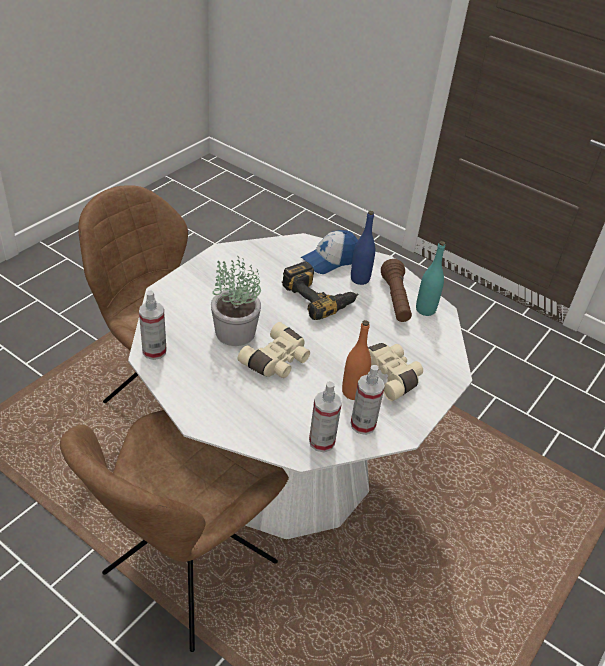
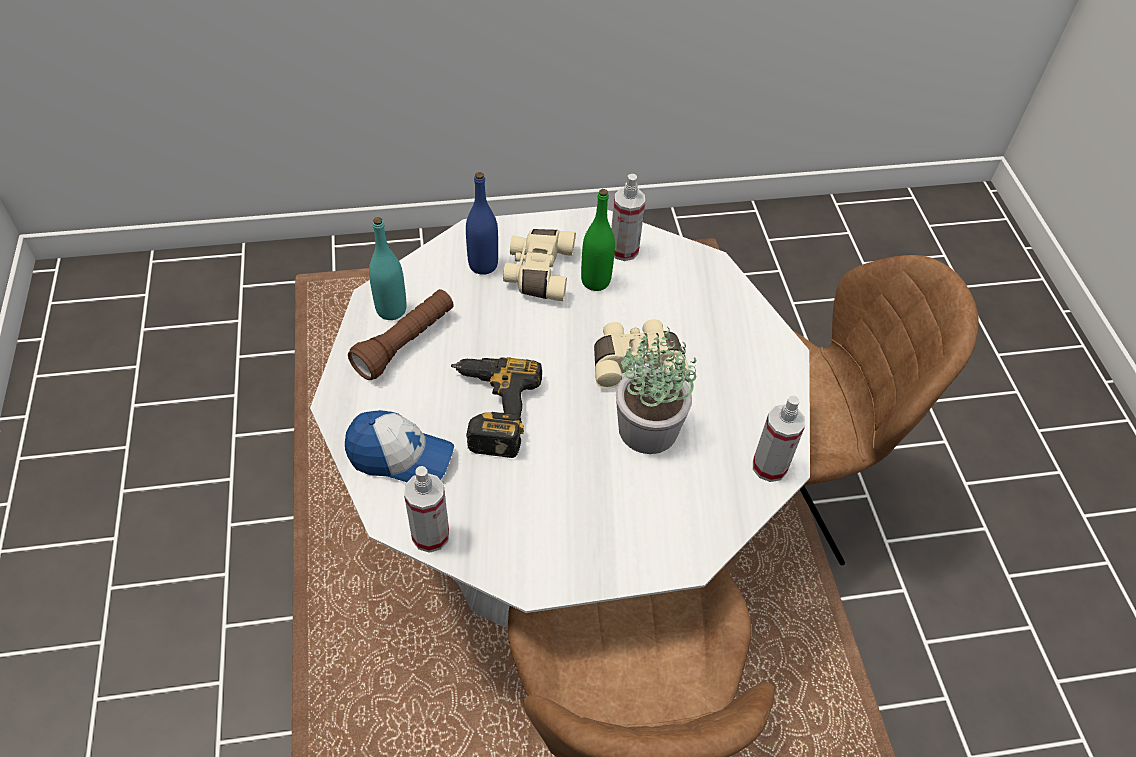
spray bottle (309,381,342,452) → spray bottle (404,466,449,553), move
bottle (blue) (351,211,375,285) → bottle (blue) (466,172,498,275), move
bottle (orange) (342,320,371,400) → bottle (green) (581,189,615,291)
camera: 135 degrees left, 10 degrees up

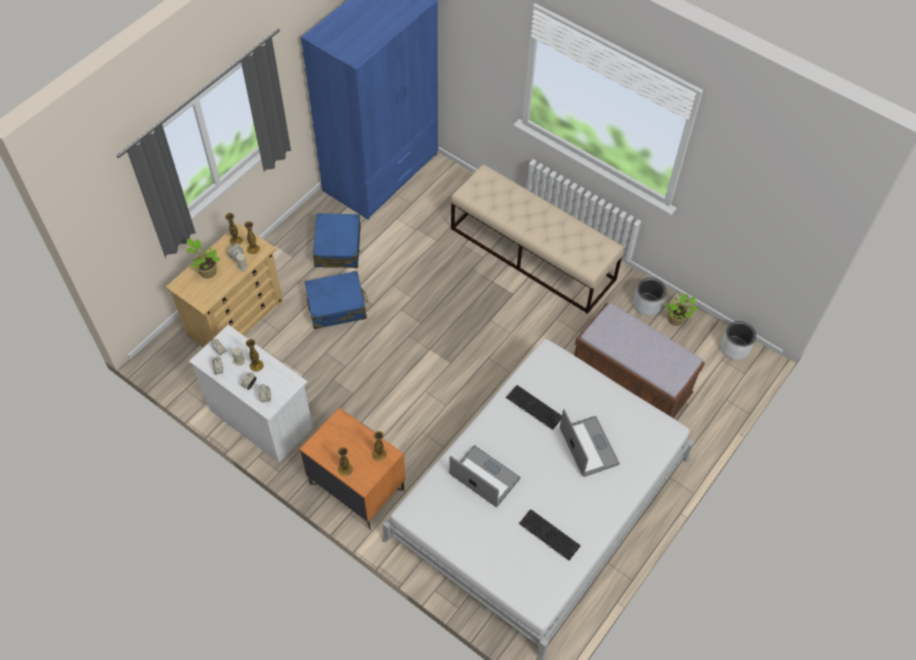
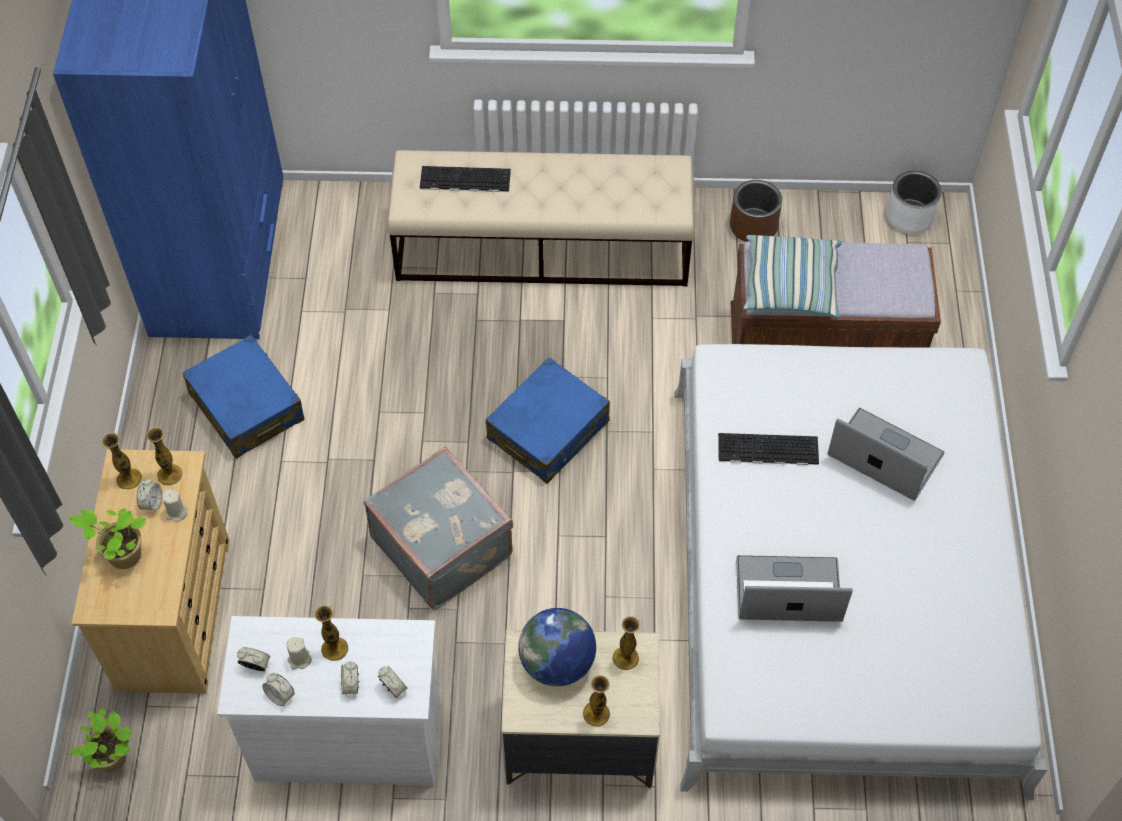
- → suitcase (grey) (364,447,513,610)
- → globe (518,608,596,687)
- → pillow (744,235,842,318)
suitcase (blue) (305,271,368,329) → suitcase (blue) (486,357,610,484), move
keyboard (519,509,581,561) → keyboard (420,166,511,192), move
potted plant (664,292,698,326) → potted plant (69,708,132,772), move
nightstand (orange) (300,407,405,530) → nightstand (beige) (501,629,660,788)
planter (grey) (633,278,666,316) → planter (brown) (730,180,782,242)
camera: 35 degrees left, 0 degrees up

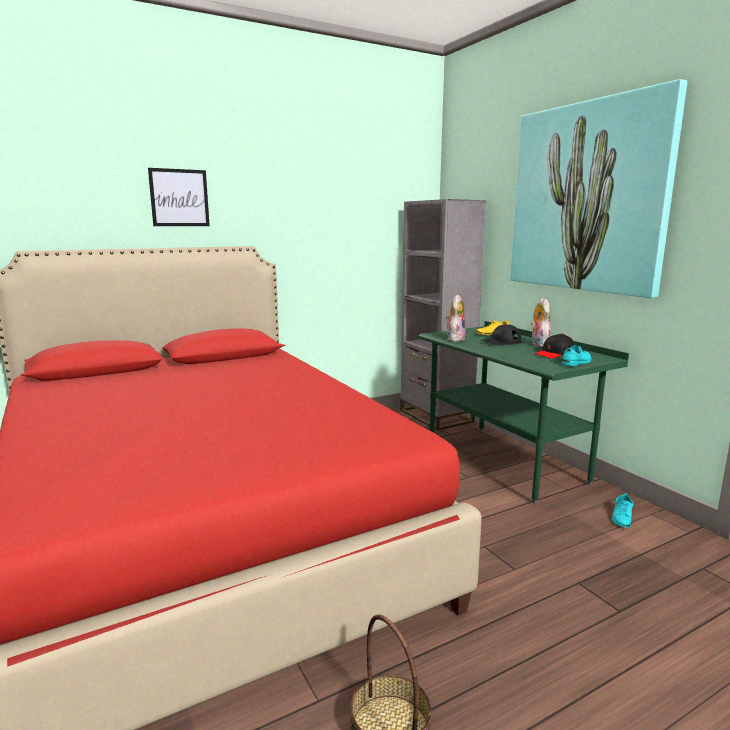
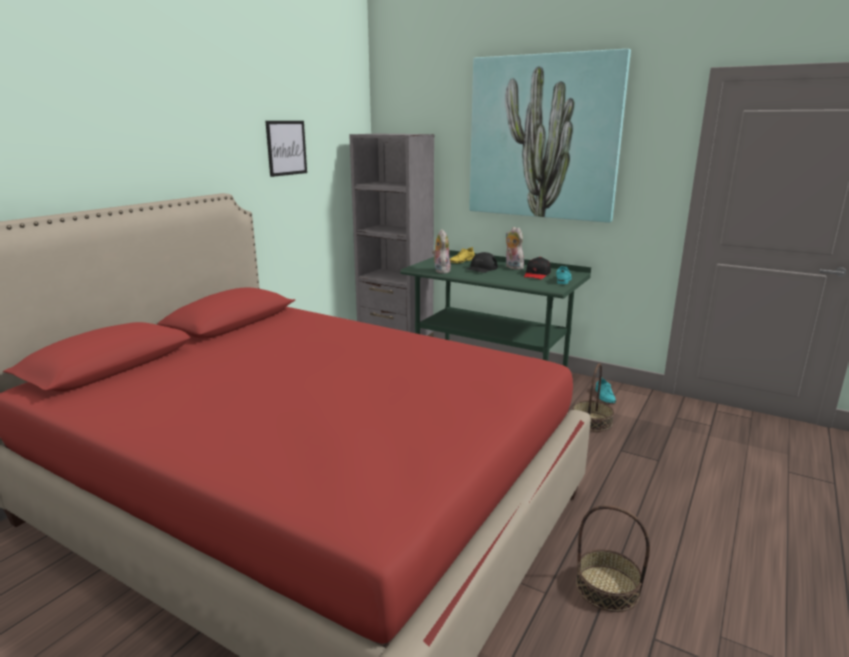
- → basket (573,363,614,432)
picture (148,168,210,226) → picture (266,121,307,177), move
camera: 30 degrees left, 5 degrees up

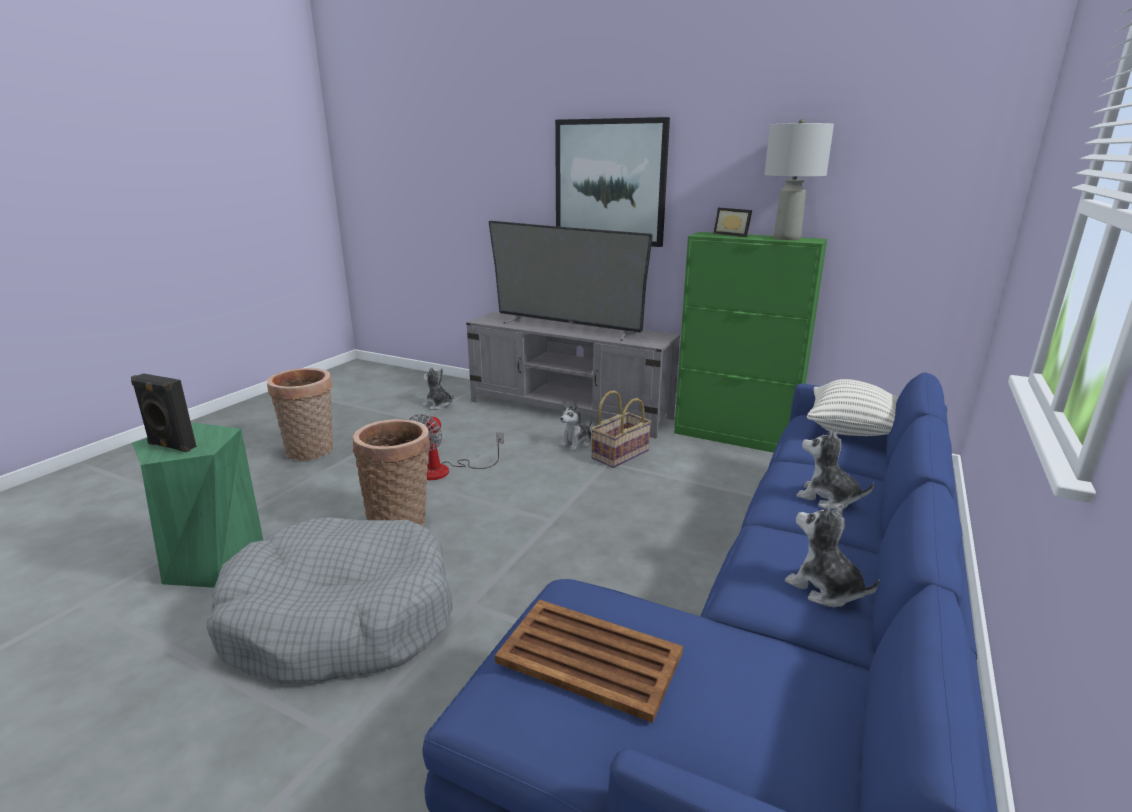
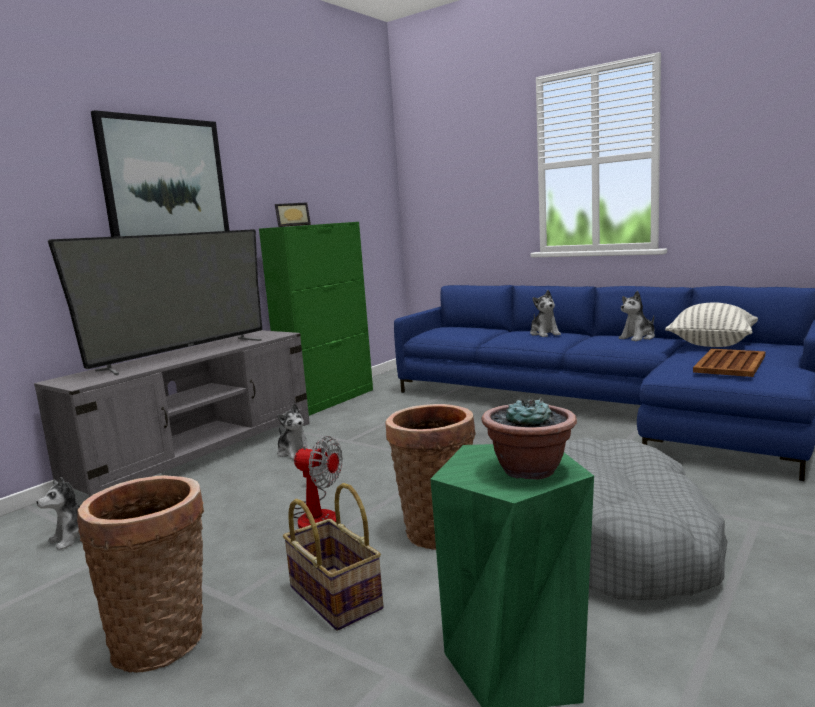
table lamp (grey) (764,119,834,240) → -
basket (591,390,651,468) → basket (283,483,384,631), move
pillow (807,379,899,436) → pillow (665,302,758,347), move
speaker (black) (131,373,197,452) → potted plant (481,395,577,480)
plush toy (796,430,874,510) → plush toy (530,290,561,337), 60 degrees counterclockwise
camera: 80 degrees left, 10 degrees down

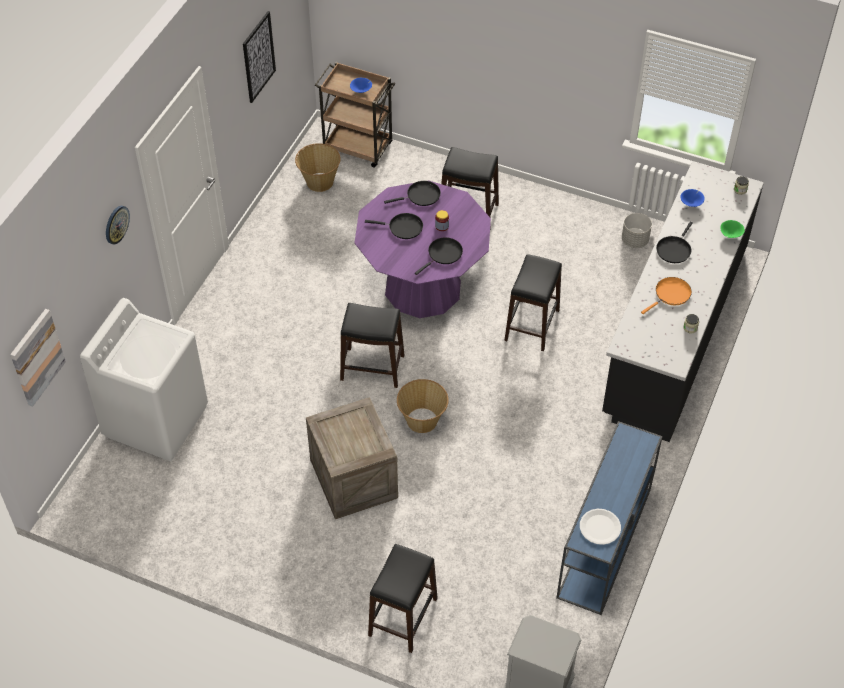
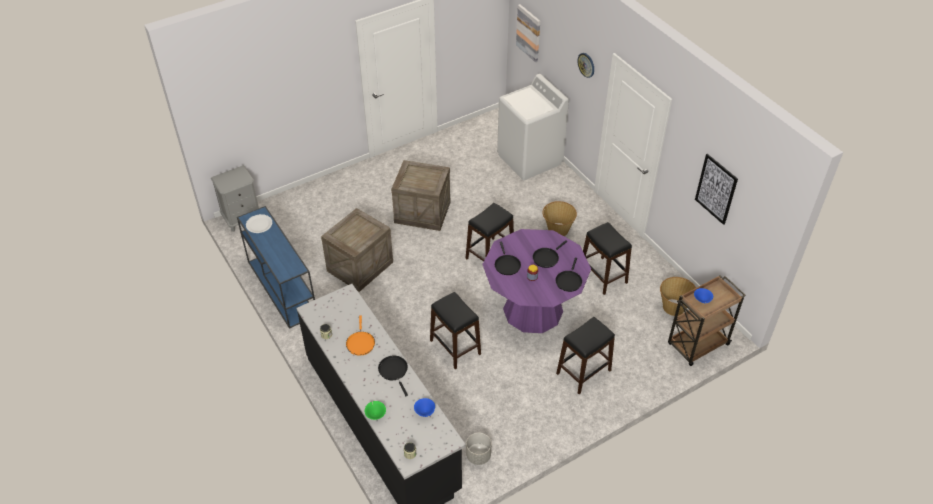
- → crate (321,208,393,292)
stool (black) (368,544,438,653) → stool (black) (583,222,632,295), move
basket (397,379,449,433) → basket (542,201,577,236), move
camera: 125 degrees right, 5 degrees down

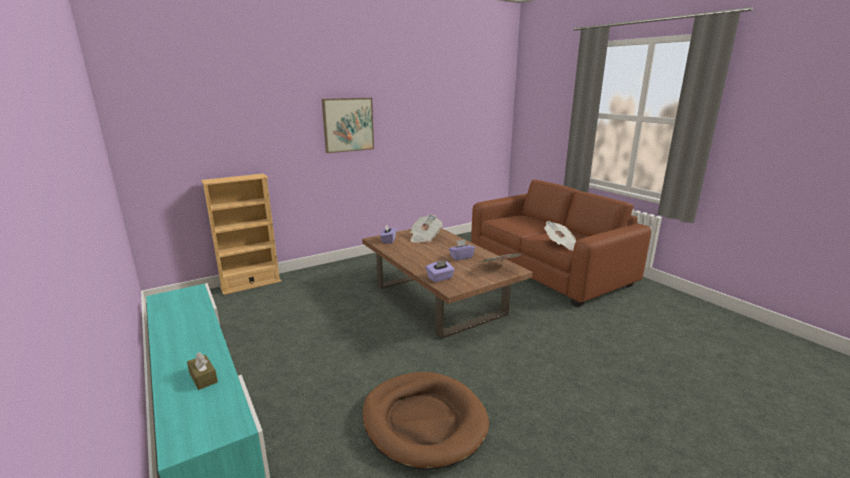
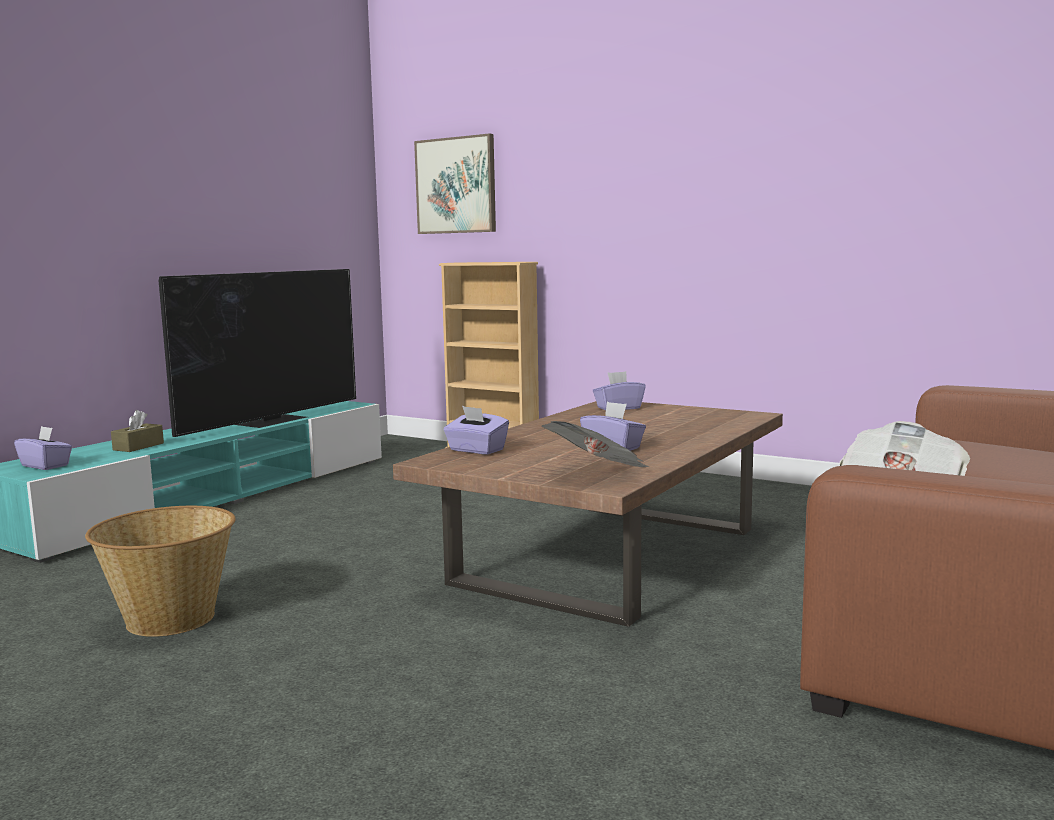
newspaper (410,215,443,243) → -
- → tissue box (purple) (14,426,72,470)
- → television (159,269,356,437)
picture (322,98,374,153) → picture (414,134,496,234), move
dog bed (brown) (362,372,489,469) → basket (85,506,236,637)
camera: 65 degrees right, 10 degrees down

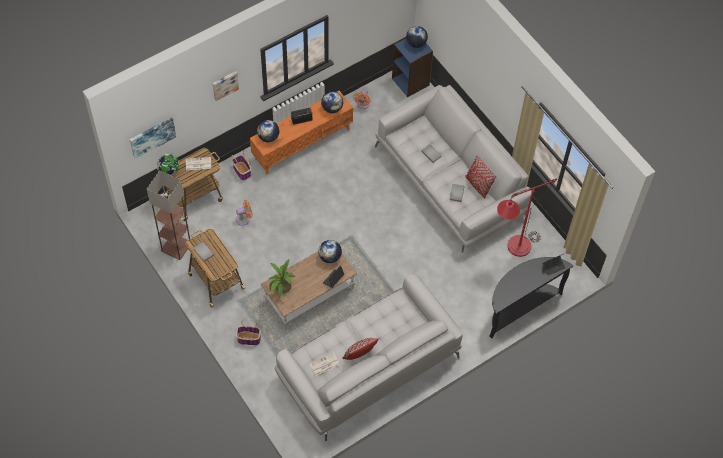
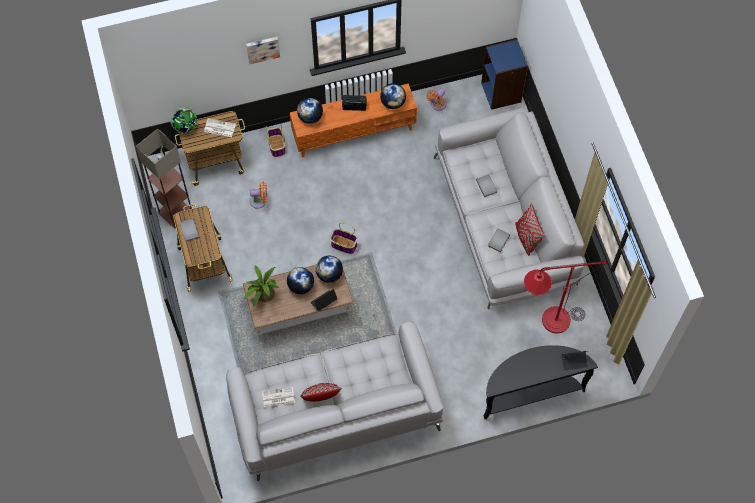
picture (130,118,176,159) → -
basket (236,319,261,345) → basket (330,223,358,254), move
globe (406,26,428,48) → globe (287,267,314,294), move
camera: 20 degrees right, 5 degrees up

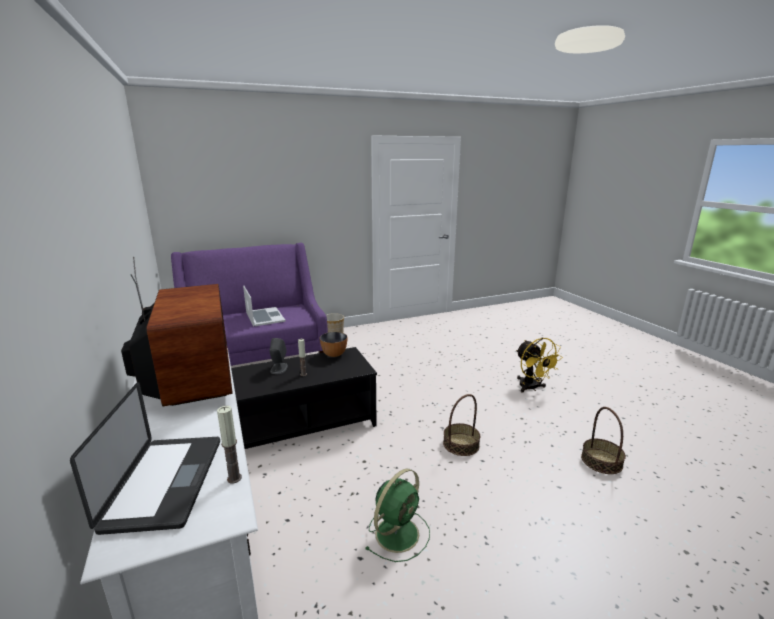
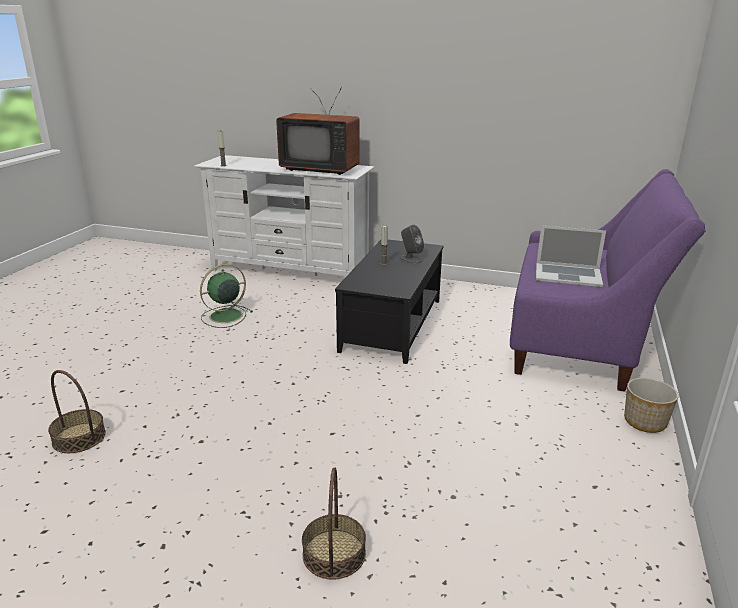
laptop (70,382,220,535) → -
bowl (320,332,347,357) → -
fan (yellow) (516,338,563,393) → -
basket (443,394,480,456) → basket (302,467,366,580), move
fan (green) (366,469,430,562) → fan (green) (200,264,253,328), 60 degrees clockwise
camera: 130 degrees right, 5 degrees up

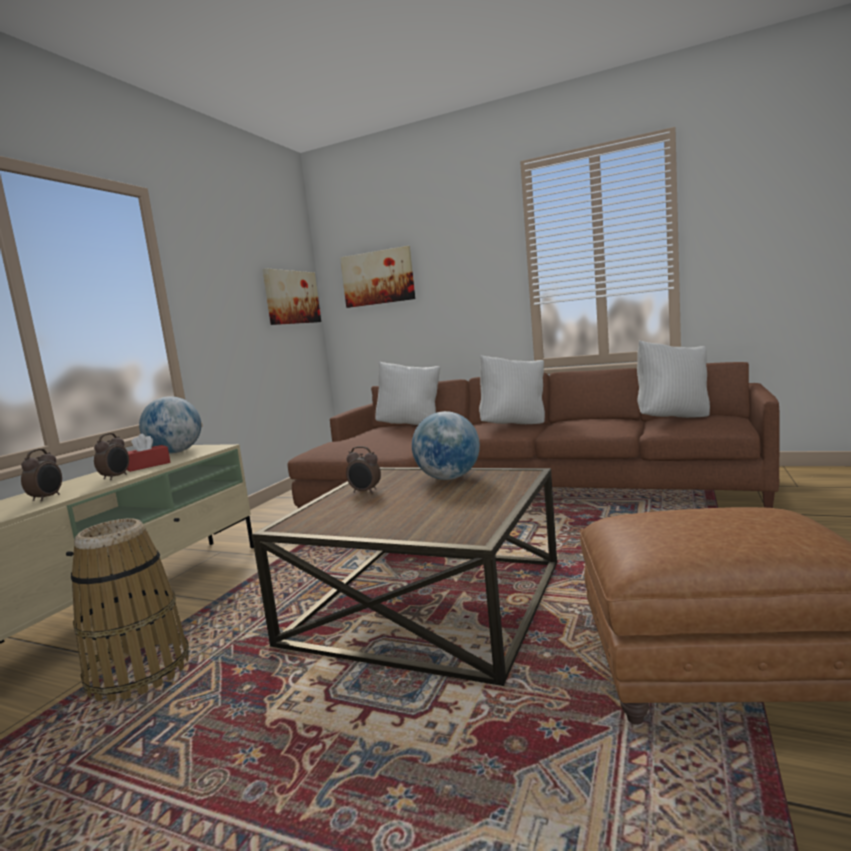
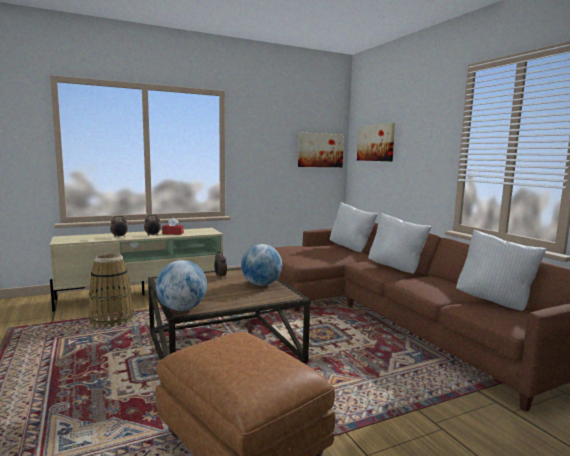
globe (139,396,201,453) → globe (156,260,207,311), move
camera: 40 degrees right, 0 degrees up

